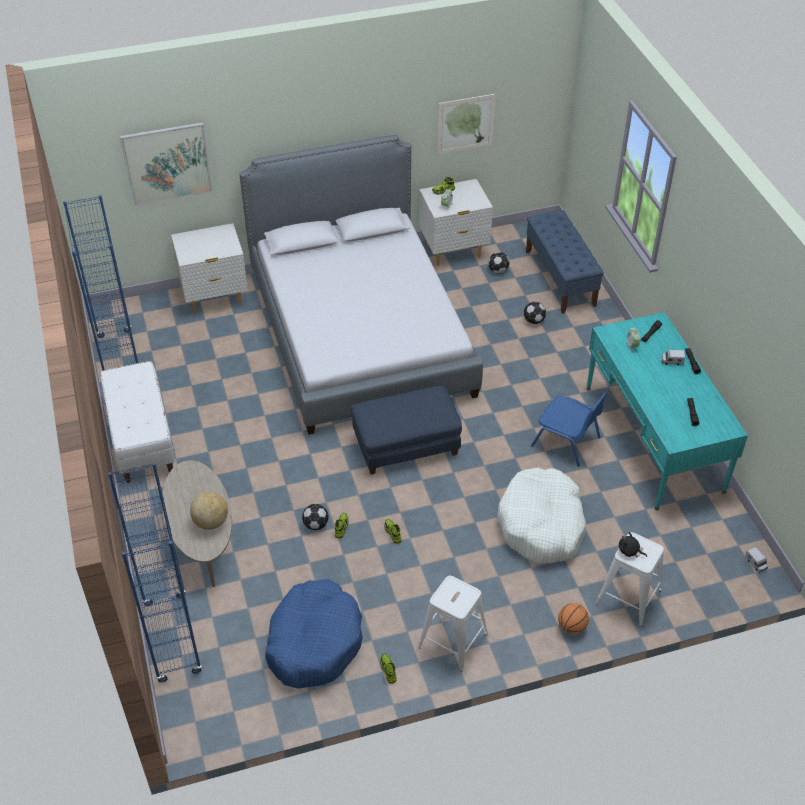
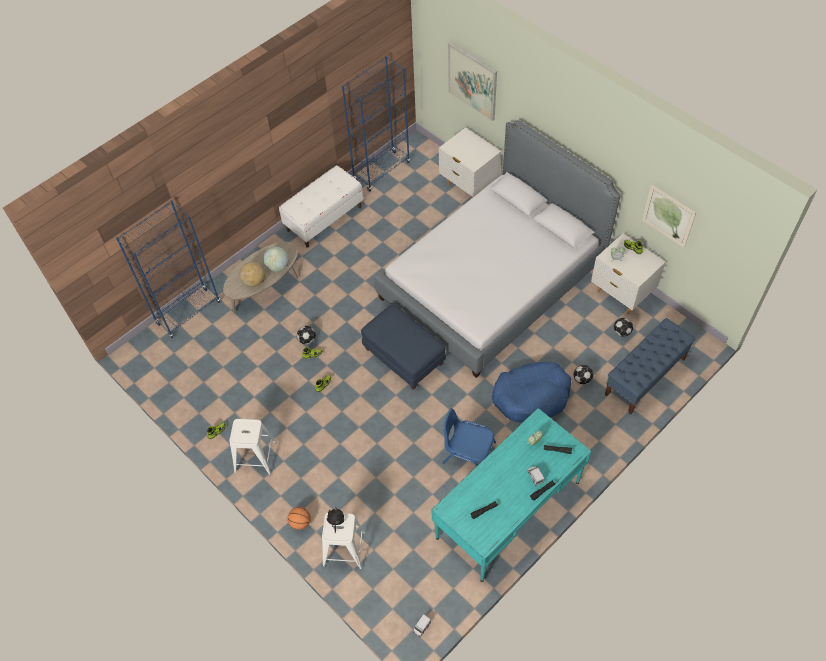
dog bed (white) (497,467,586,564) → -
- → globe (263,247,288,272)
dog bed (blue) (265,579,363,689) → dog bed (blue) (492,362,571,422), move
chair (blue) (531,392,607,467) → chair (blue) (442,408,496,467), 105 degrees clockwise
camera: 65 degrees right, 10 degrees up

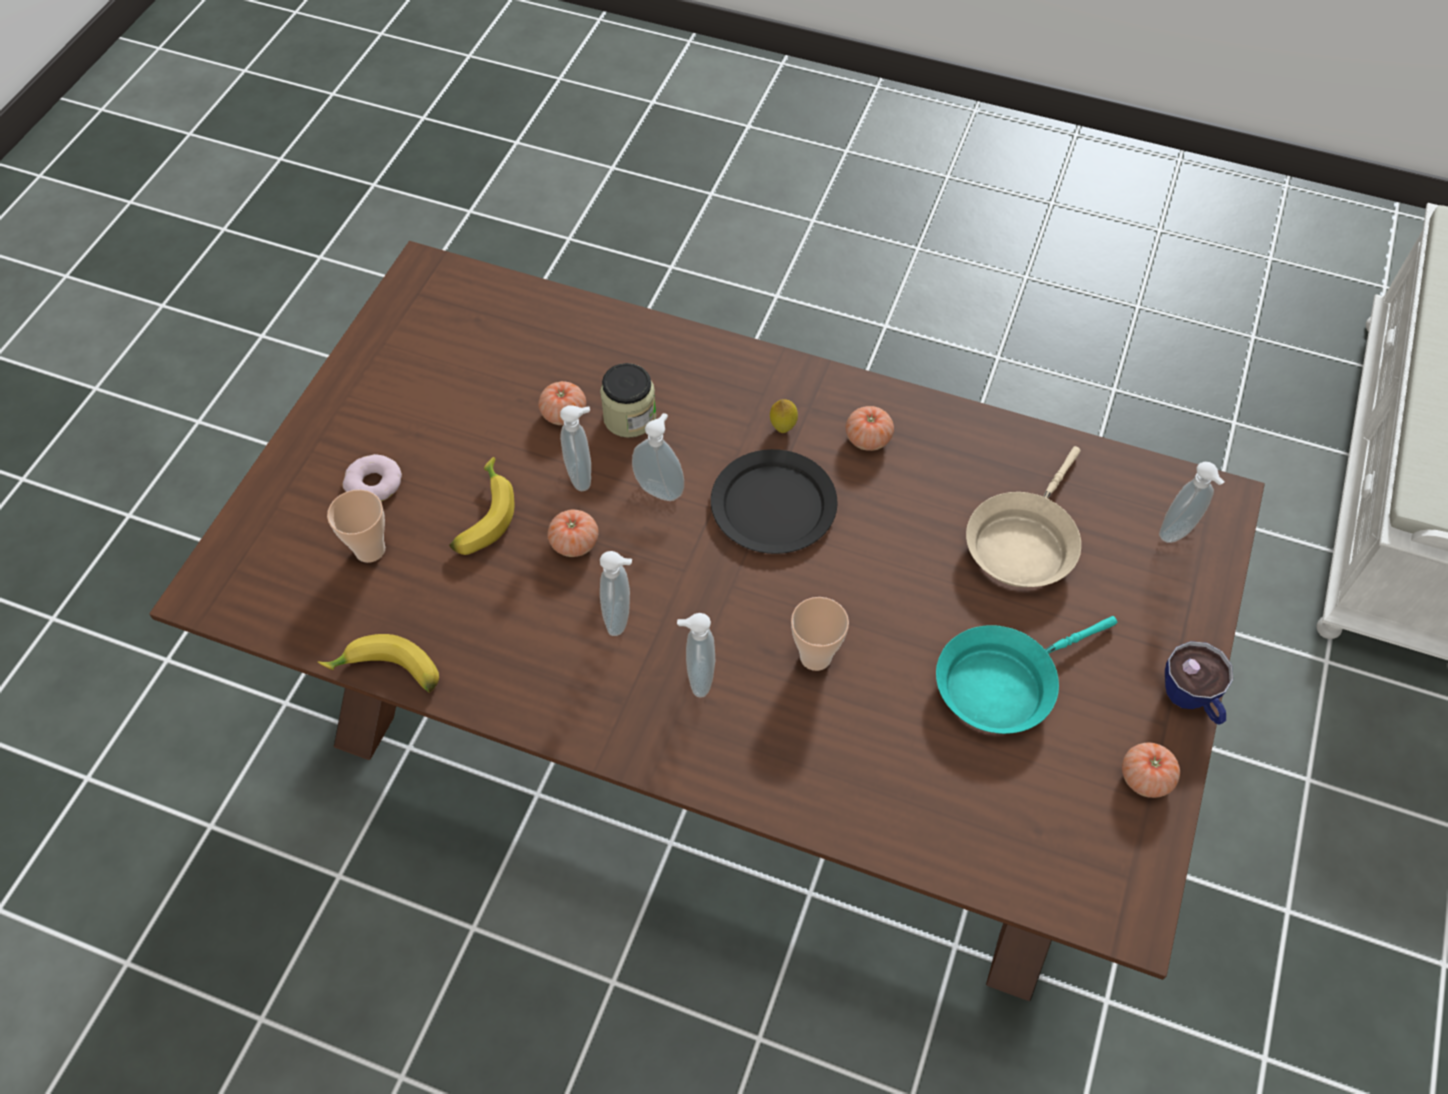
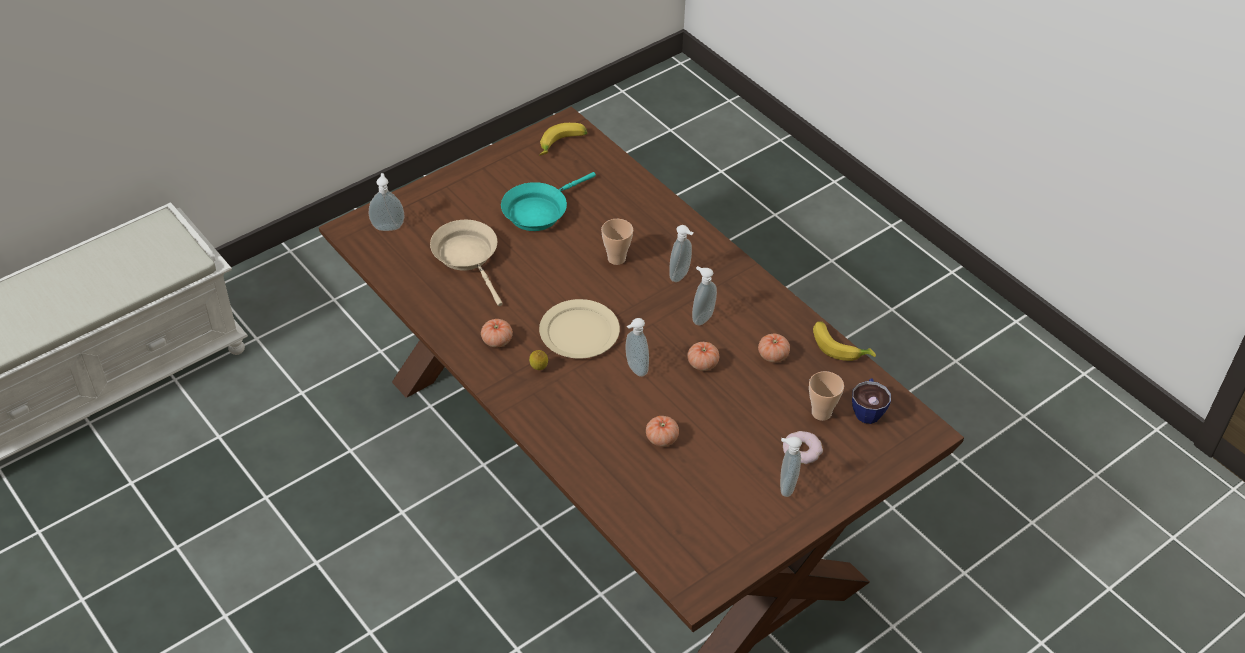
jar (600,363,656,438) → -
banana (449,457,514,555) → banana (539,123,588,155), move
soap dispenser (560,405,591,491) → soap dispenser (780,437,802,497), move
tomato (1122,743,1180,798) → tomato (758,333,790,362), move
cup (1165,641,1233,725) → cup (852,379,891,424), move
plate (black) (711,449,838,554) → plate (beige) (539,299,620,359)
frying pan (turquoise) (936,616,1117,734) → frying pan (turquoise) (501,172,596,231), 135 degrees clockwise
frying pan (beige) (966,446,1081,587) → frying pan (beige) (430,220,503,306), 90 degrees counterclockwise
camera: 150 degrees left, 10 degrees down

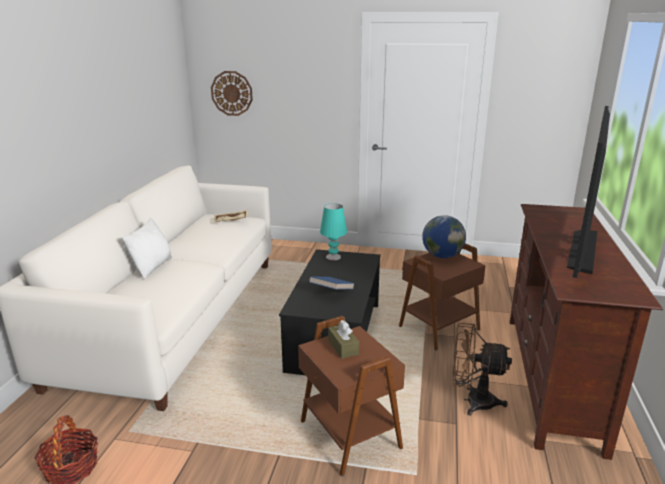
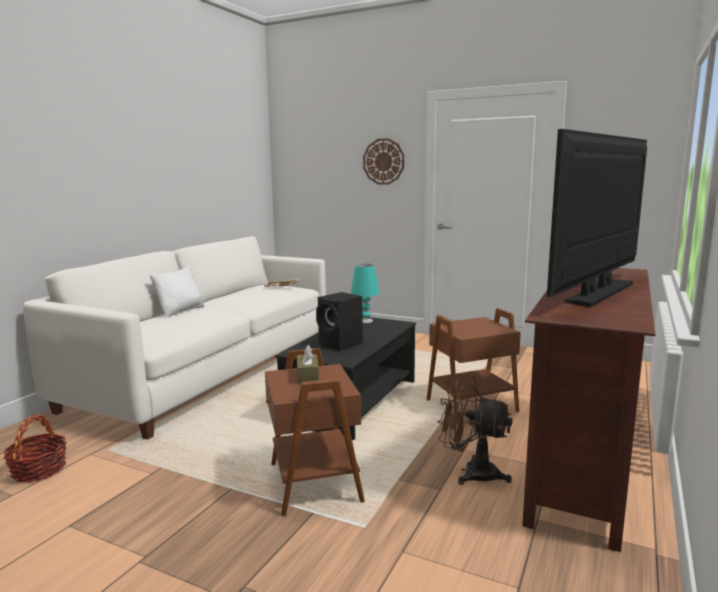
globe (422,215,466,258) → -
wall clock (211,71,253,116) → wall clock (363,138,404,185), move
book (blue) (309,276,355,290) → speaker (black) (316,292,363,351)
camera: 15 degrees right, 10 degrees down

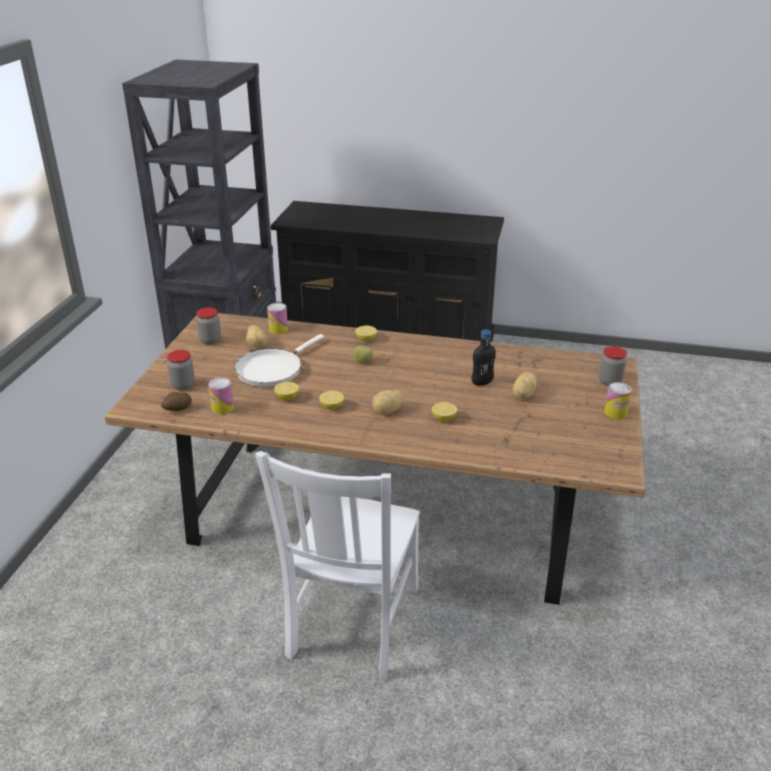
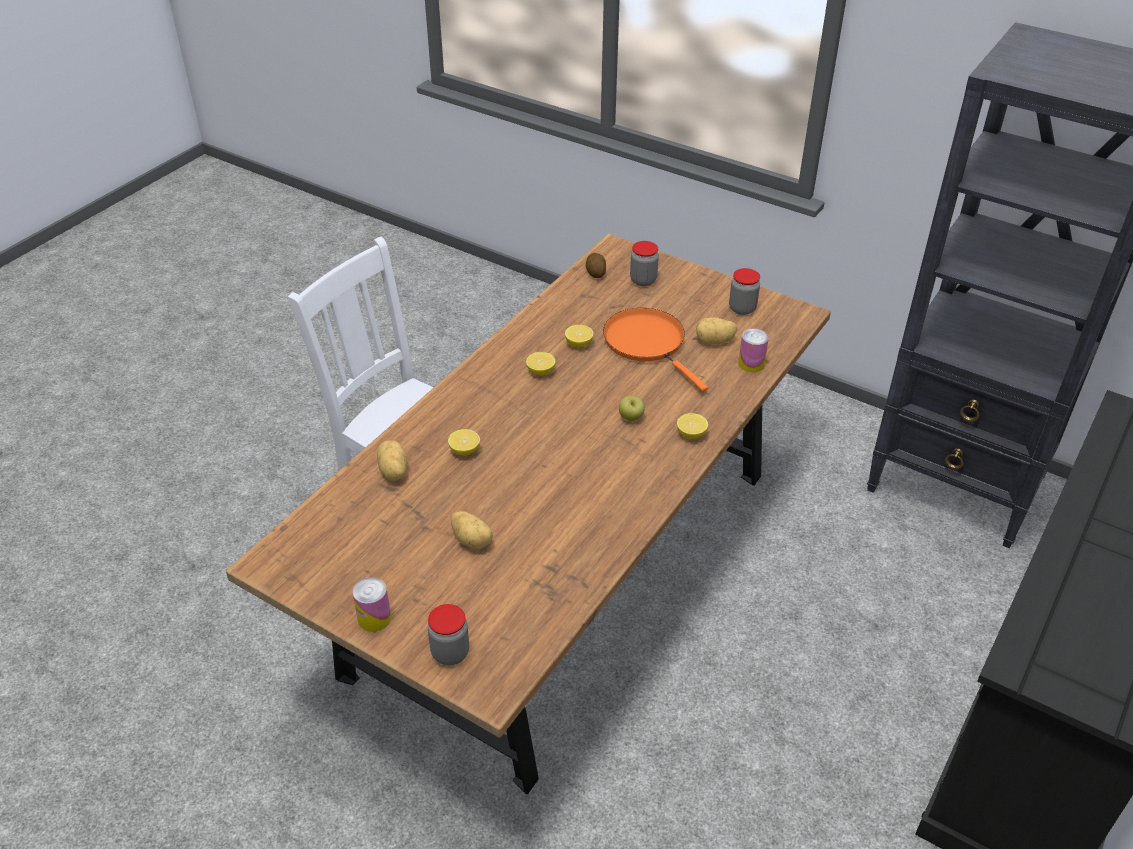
can (208,377,234,414) → -
bottle (black) (472,329,496,386) → -
potato (372,390,404,415) → potato (377,440,407,480), move
frying pan (white) (234,334,324,386) → frying pan (orange) (603,308,708,392)
camera: 110 degrees right, 10 degrees up

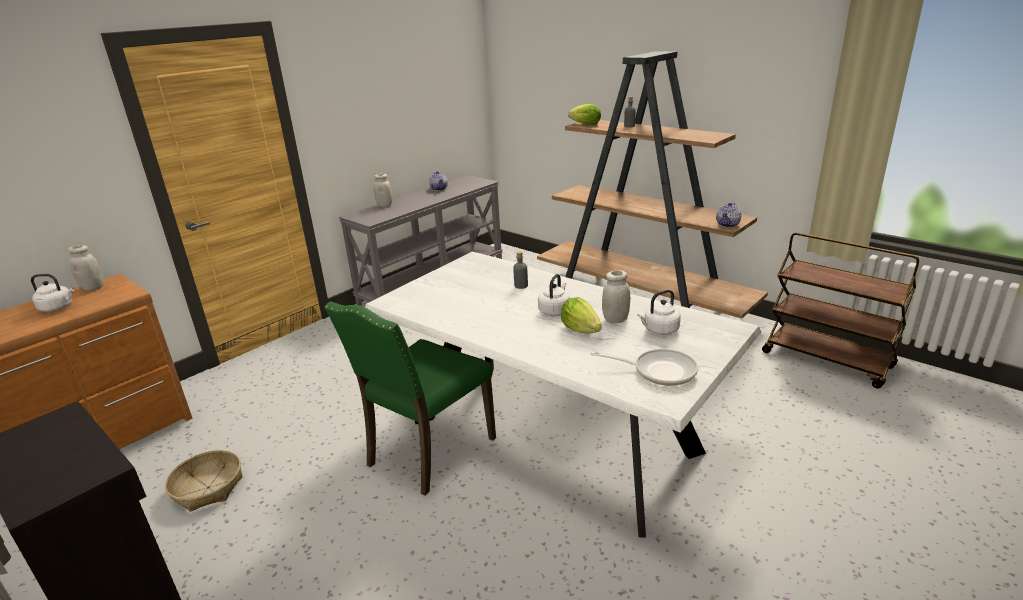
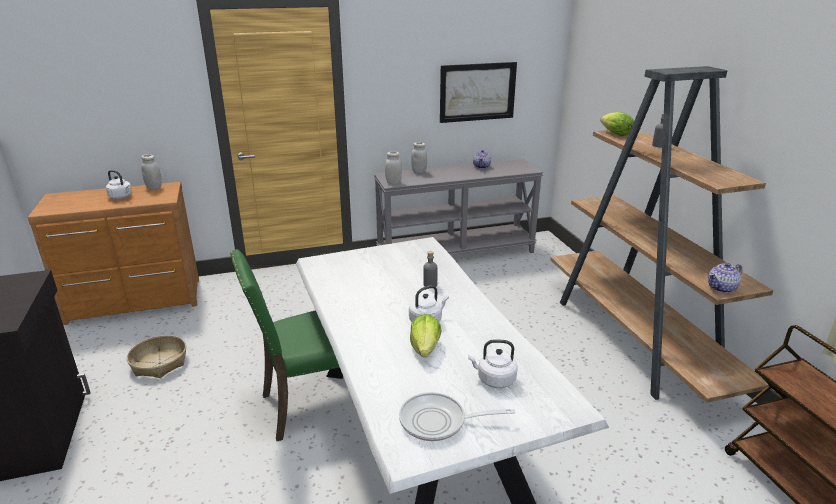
- → picture (440,62,517,123)
jar (white) (602,270,630,323) → jar (white) (385,152,402,184), move
frying pan (591,349,698,386) → frying pan (399,392,515,441), 135 degrees clockwise
camera: 30 degrees right, 0 degrees up

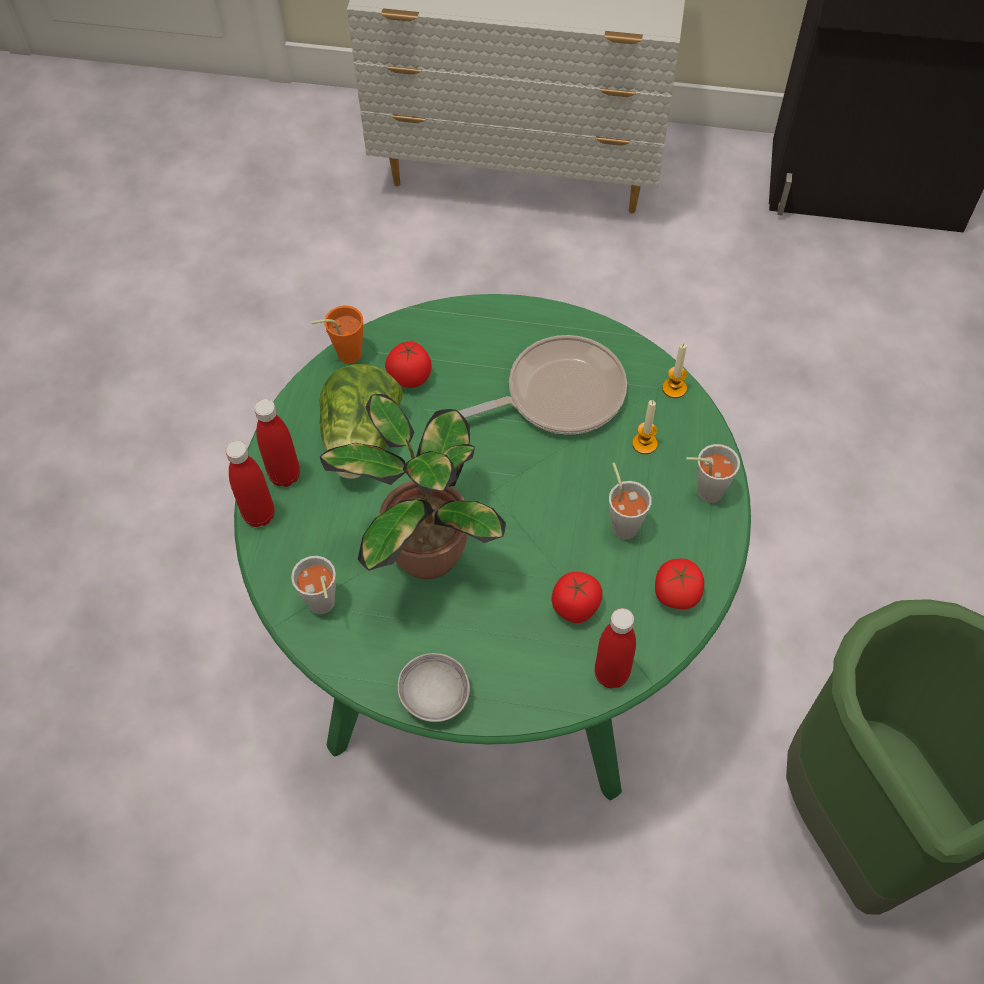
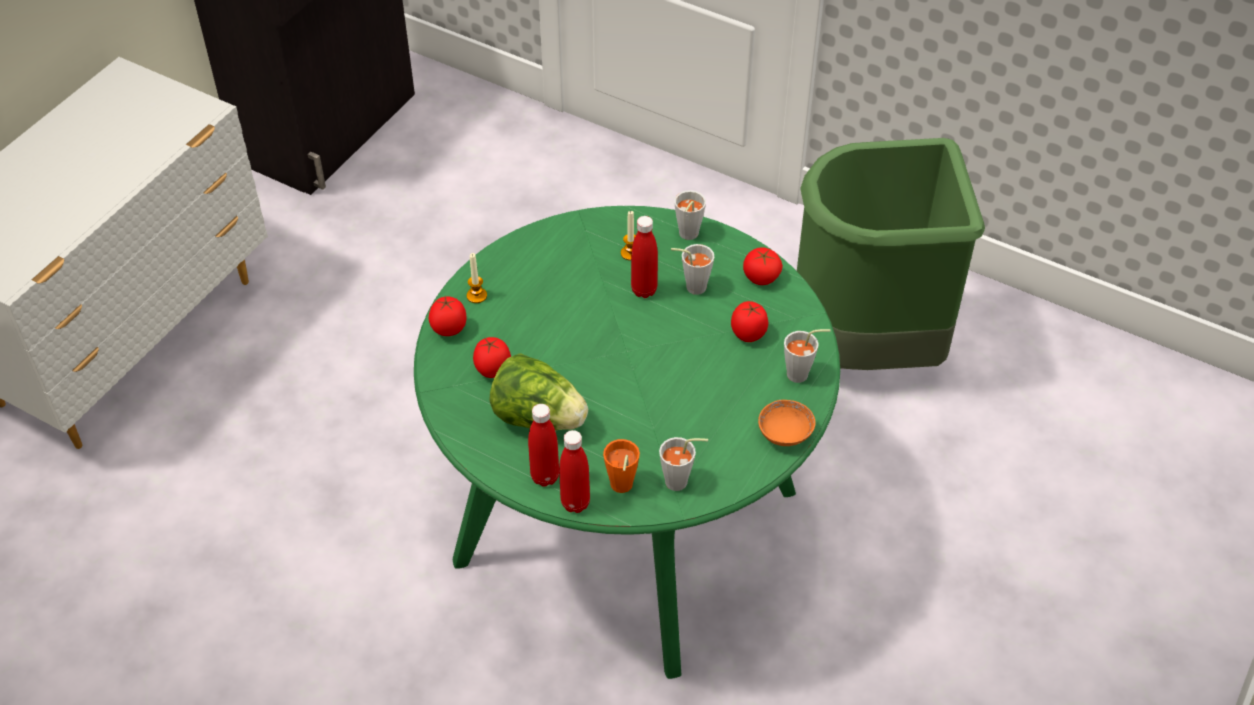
potted plant (320,394,506,579) → -
frying pan (458,335,627,435) → -
- → tomato (429,296,467,336)
- → cup (grey) (784,329,830,383)
cup (orange) (311,306,363,364) → cup (orange) (603,439,640,493), move
bottle (red) (595,608,636,688) → bottle (red) (631,216,658,298), move
candle (662,343,687,398) → candle (467,253,487,303), move
bowl (grey) (398,653,470,722) → bowl (orange) (758,400,815,446)
camera: 70 degrees left, 10 degrees down

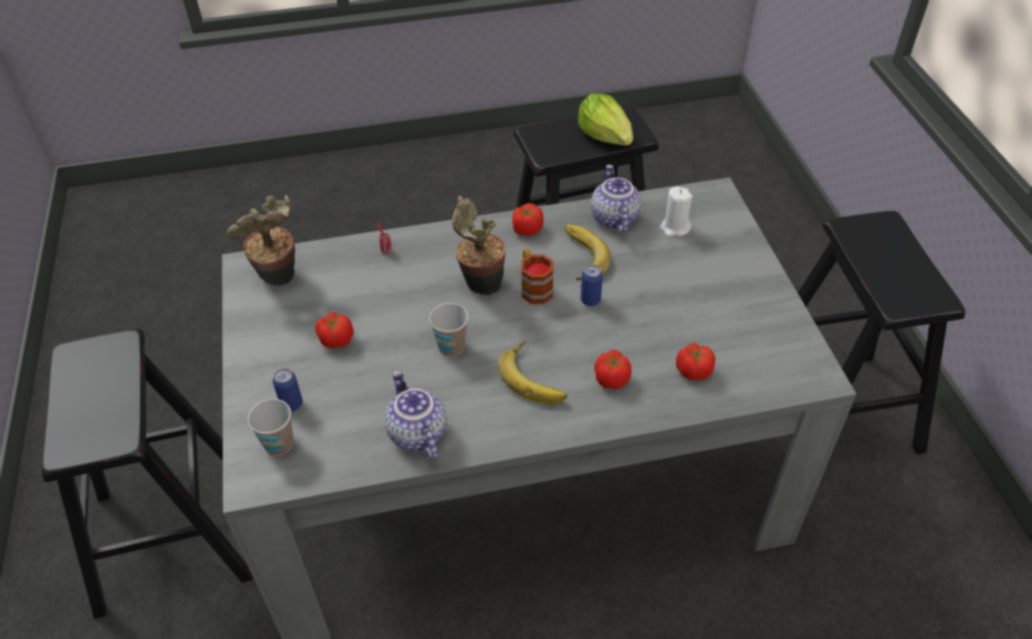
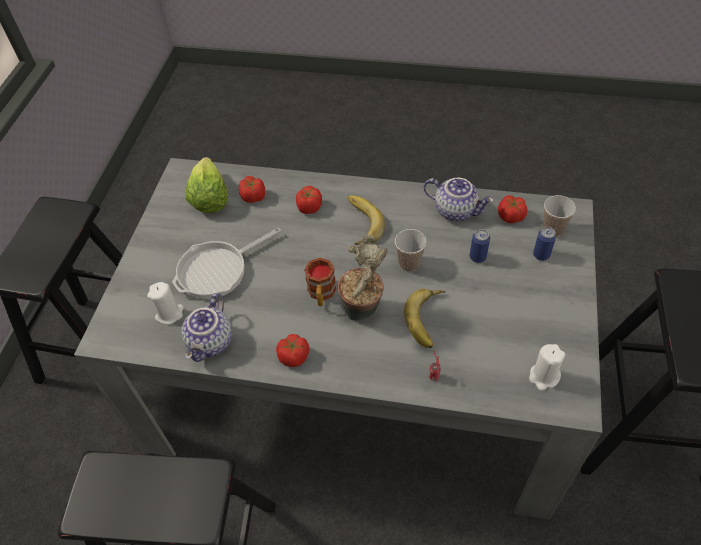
- → frying pan (172,228,281,299)
tomato (315,312,354,348) → tomato (498,195,528,223), move
banana (564,225,611,280) → banana (404,289,446,348), move
lettuce (578,93,633,146) → lettuce (186,157,228,213), move
can (581,264,603,306) → can (470,229,490,263), move
potted plant (226,195,295,286) → candle (white) (529,344,565,391)
teapot (384,370,447,459) → teapot (424,178,494,221), 60 degrees counterclockwise
camera: 155 degrees left, 5 degrees up

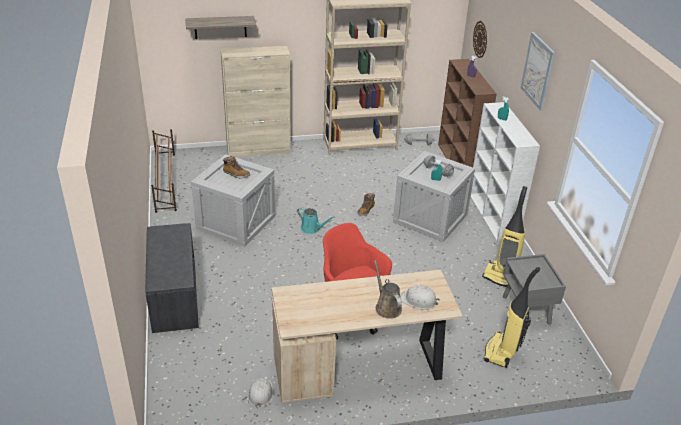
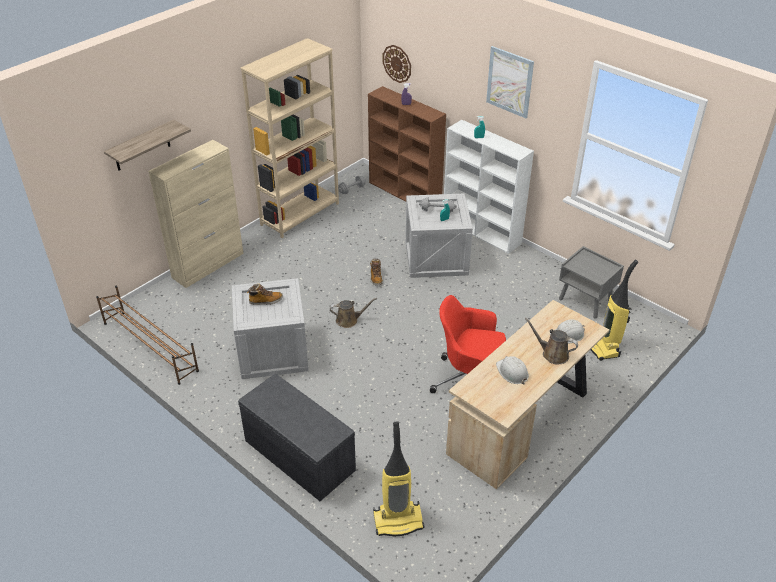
hard hat (white) (248,377,273,409) → hard hat (white) (496,356,529,384), move
vacuum cleaner (482,186,527,287) → vacuum cleaner (373,422,424,536), move
watering can (turquoise) (297,207,335,234) → watering can (brown) (330,298,377,328)
camera: 35 degrees left, 5 degrees up

